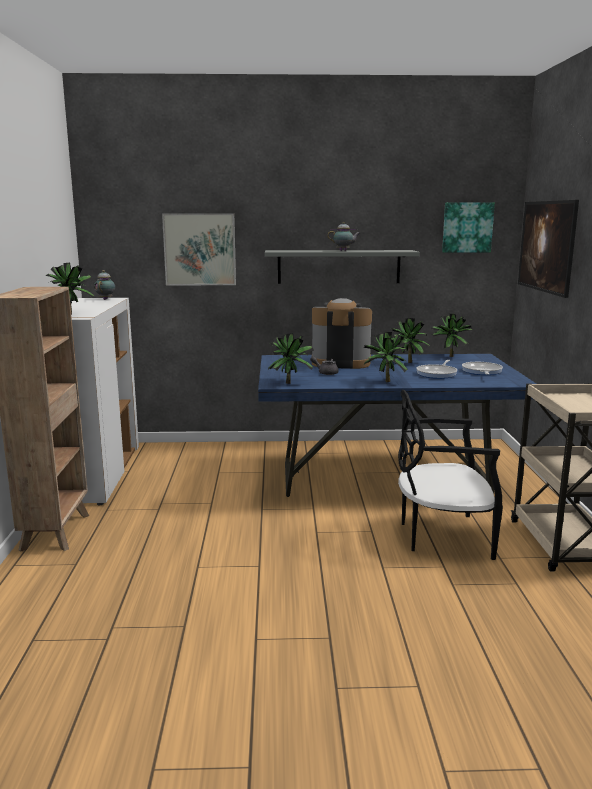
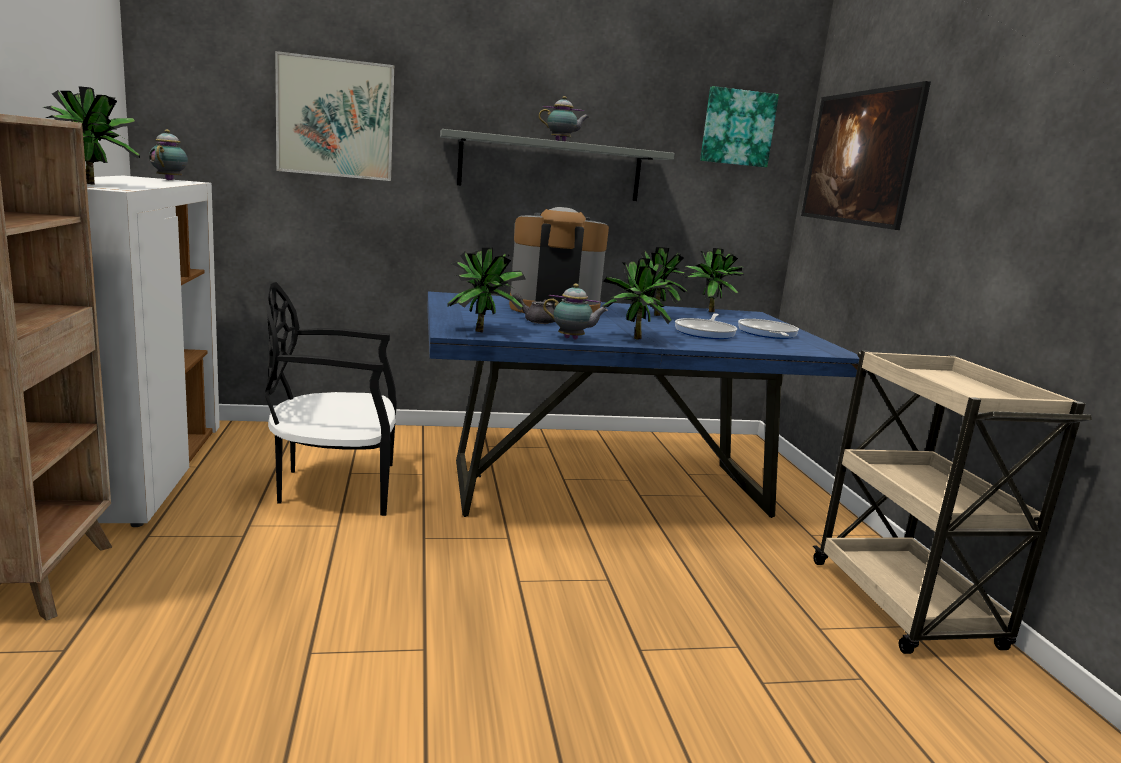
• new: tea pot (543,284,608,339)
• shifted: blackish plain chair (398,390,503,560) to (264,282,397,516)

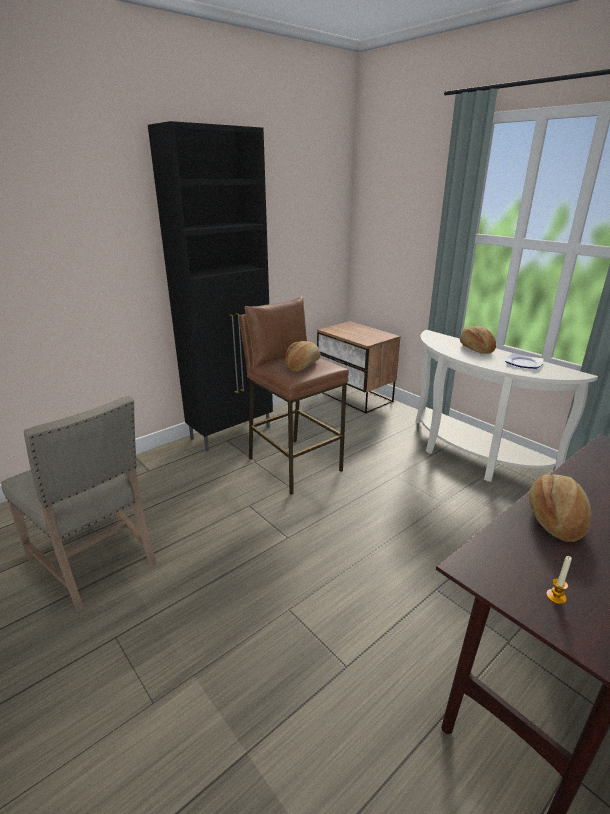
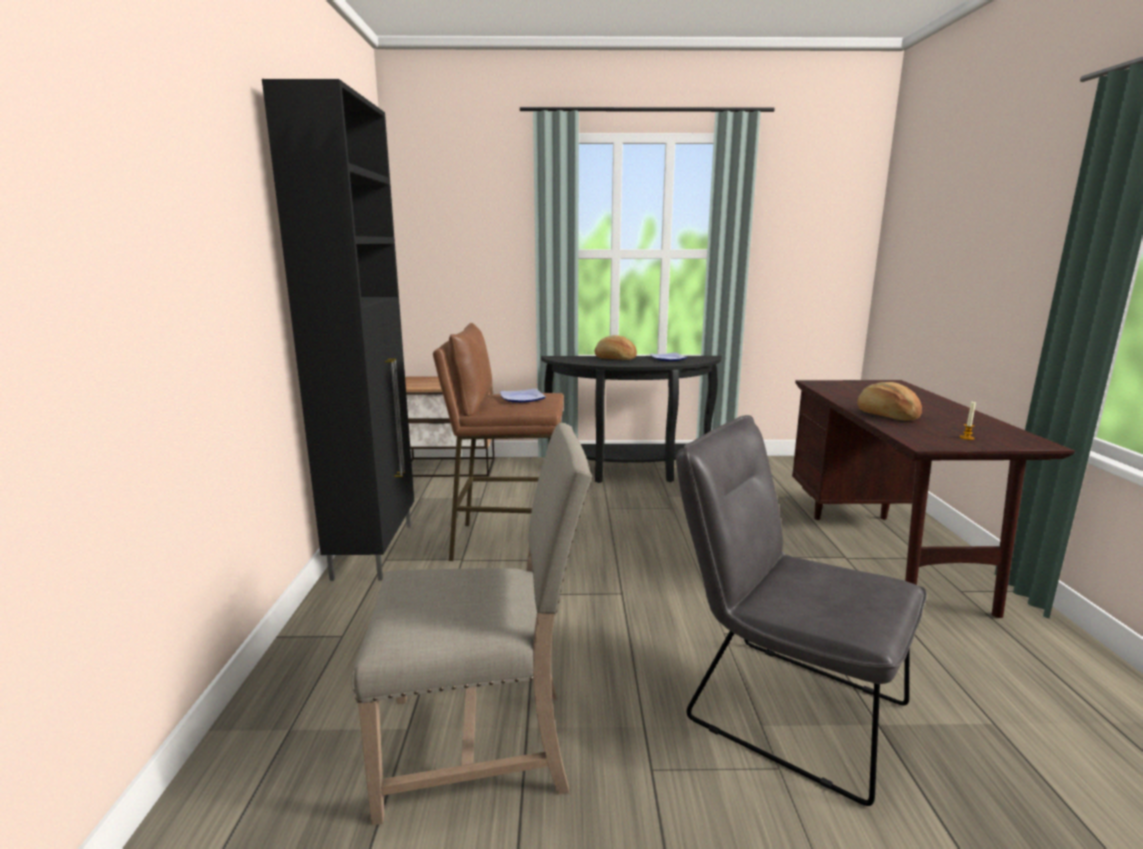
• new: greyish plain chair (676,415,927,806)
• swapped: bakery bread (286,341,320,371) to flat dish (500,389,546,403)
• repainted: whitish console table (415,330,598,482) to blackish console table (541,356,722,483)

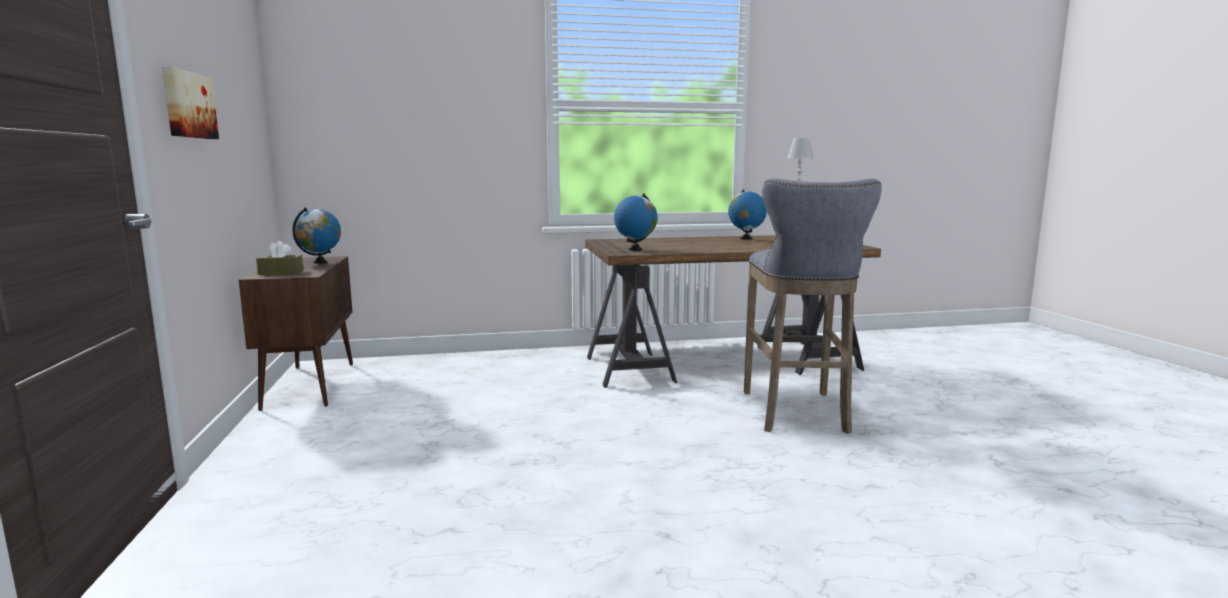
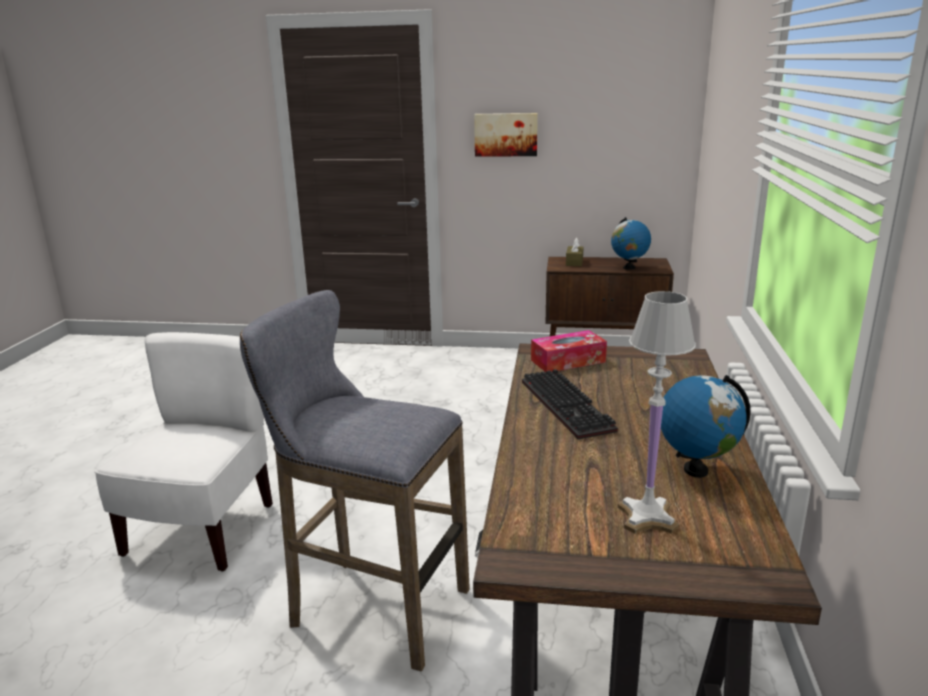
• new: whitish plain chair (94,332,273,571)
• new: PC keyboard (522,369,618,439)
• swapped: world globe (614,193,658,251) to tissue holder (531,330,607,372)

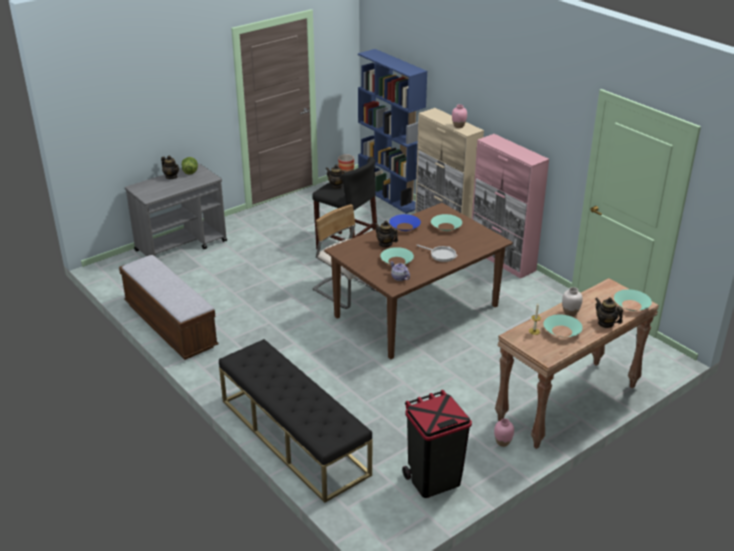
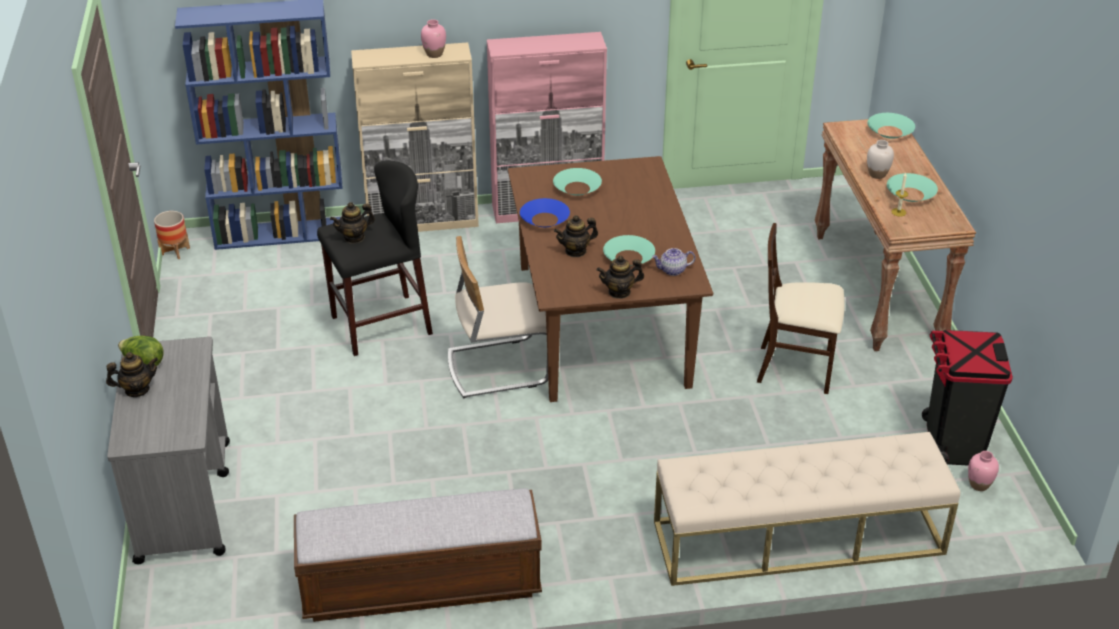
• gone: frying pan (416,245,458,262)
• new: beige-coloured plain chair (757,223,845,394)
• shifted: pinkish vase (494,418,514,447) to (968,451,999,491)
• shifted: tea pot (596,297,623,328) to (597,256,644,299)
• repainted: blackish bench (219,339,372,503) to beige-coloured bench (654,432,960,586)

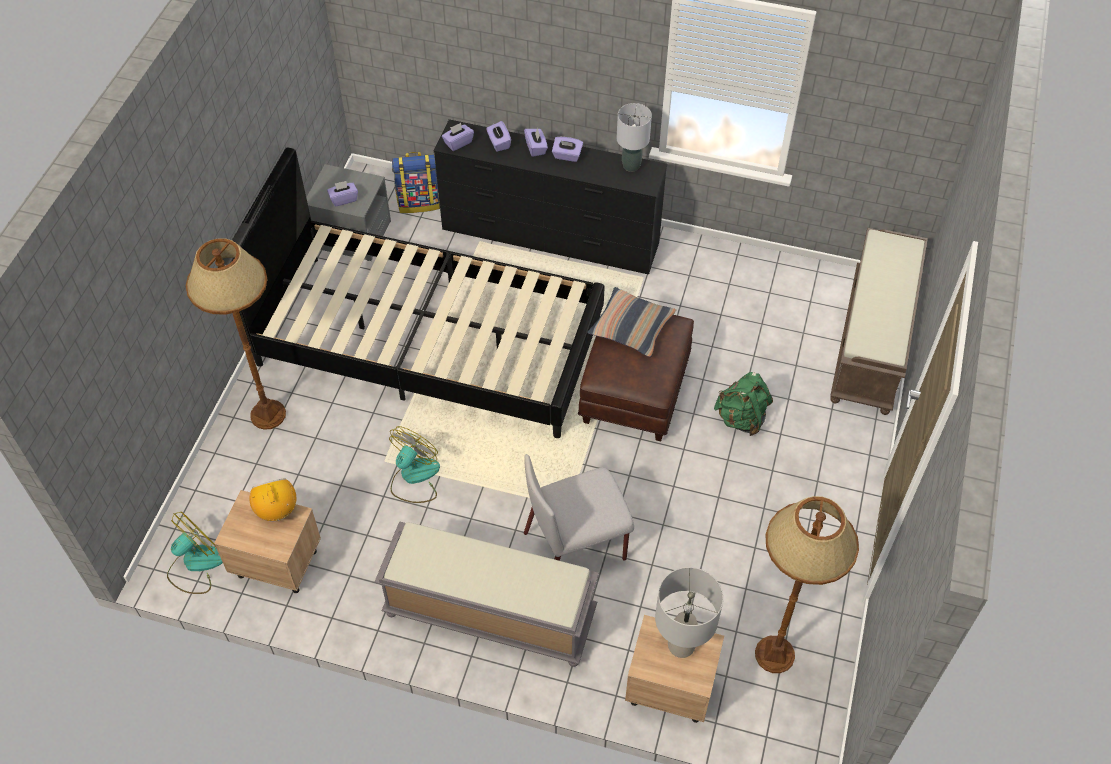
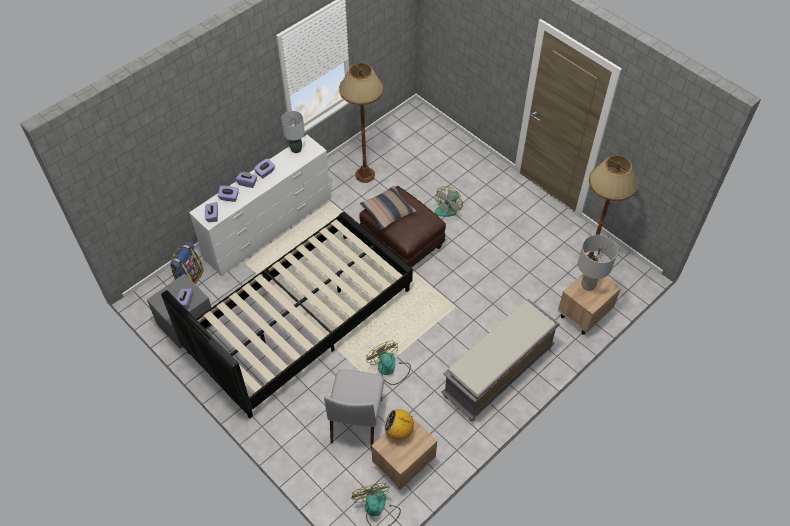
• gone: brown-coloured bench (830,228,928,415)
• shifted: brown-coloured standing lamp (186,238,286,430) to (339,63,384,183)
• shifted: greyish plain chair (524,454,634,561) to (324,370,384,449)
• swapped: greenish knapsack (714,372,773,436) to fan (435,186,463,217)
• repainted: blackish dresser (434,119,667,275) to whitish dresser (189,135,331,276)

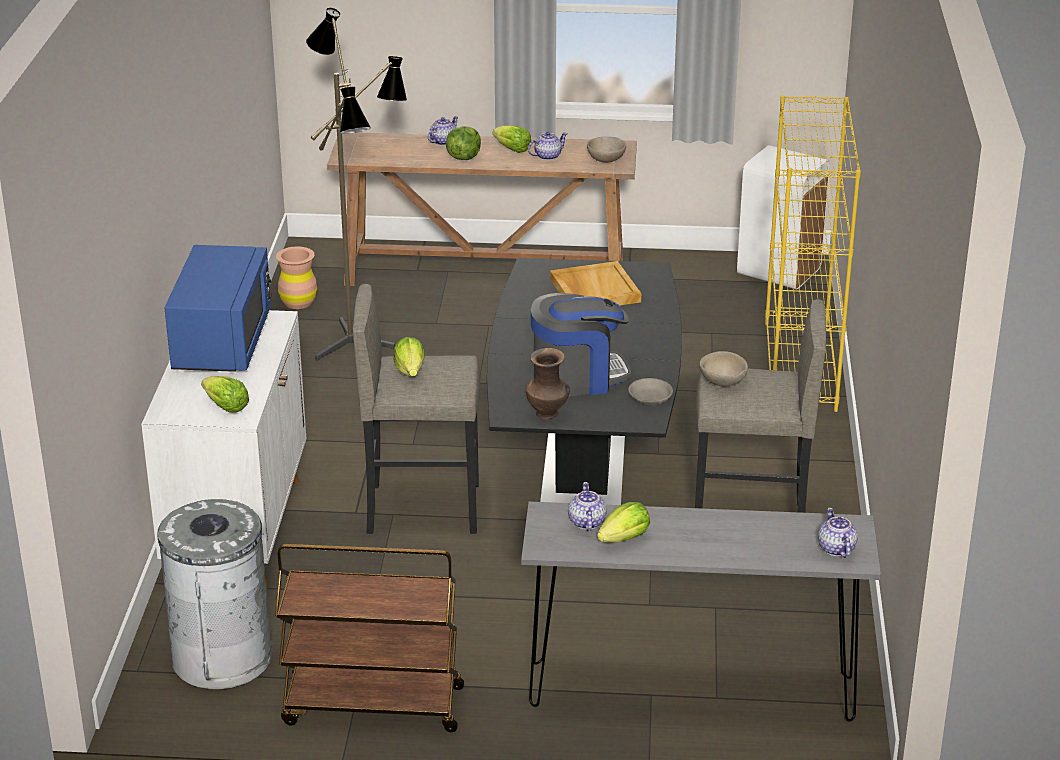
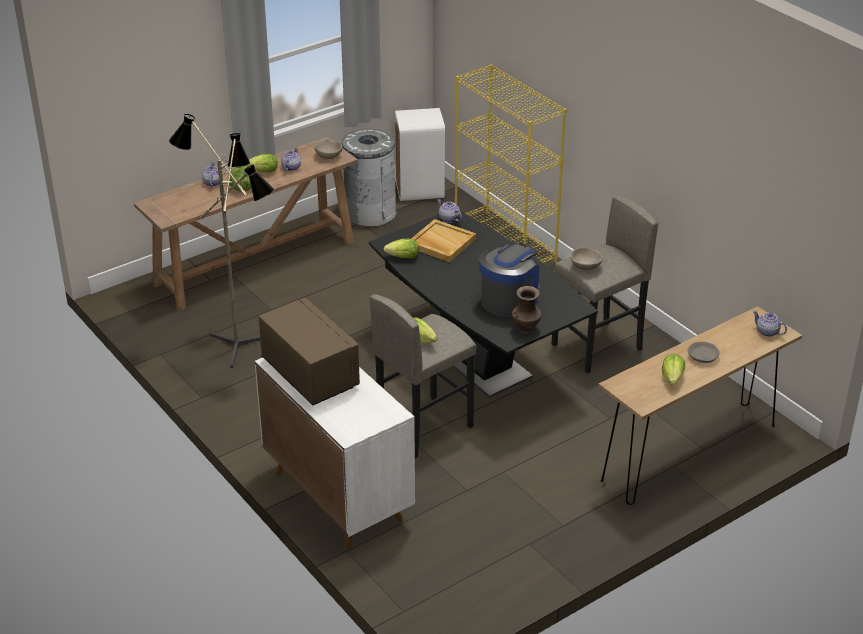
• gone: brown-coloured trolley (275,544,464,732)
• gone: brown-coloured vase (276,247,317,309)
• shifted: greyish waste bin (157,499,272,690) to (342,129,397,227)
• shifted: lettuce head (201,376,249,413) to (384,239,418,259)
• shifted: tea pot (568,482,607,531) to (437,199,462,223)
• shifted: greyish deep dish (628,378,673,406) to (688,342,720,363)
• repainted: blue-coloured kitchen microwave (164,245,271,372) to brown-coloured kitchen microwave (259,297,360,405)
• repainted: greyish console table (521,502,881,722) to brown-coloured console table (598,306,802,505)

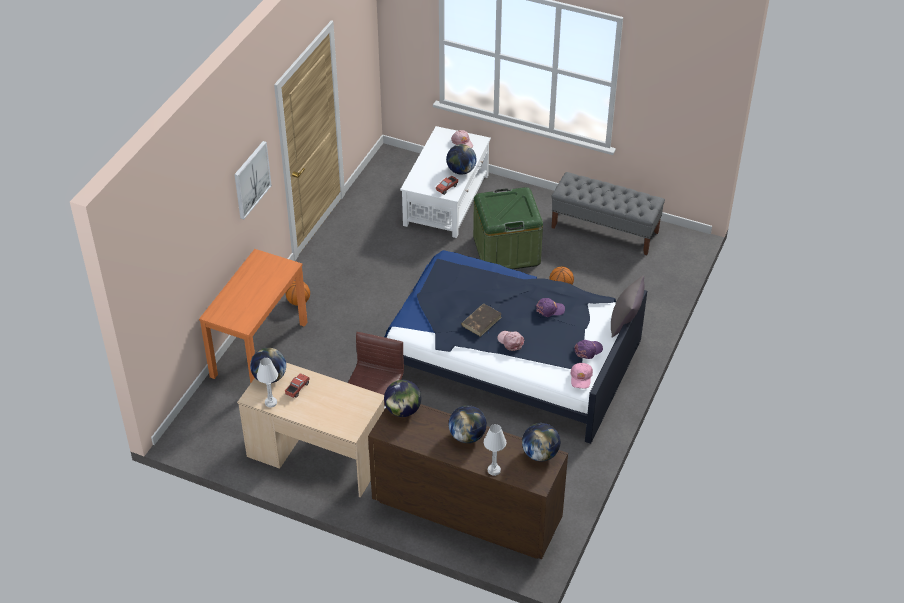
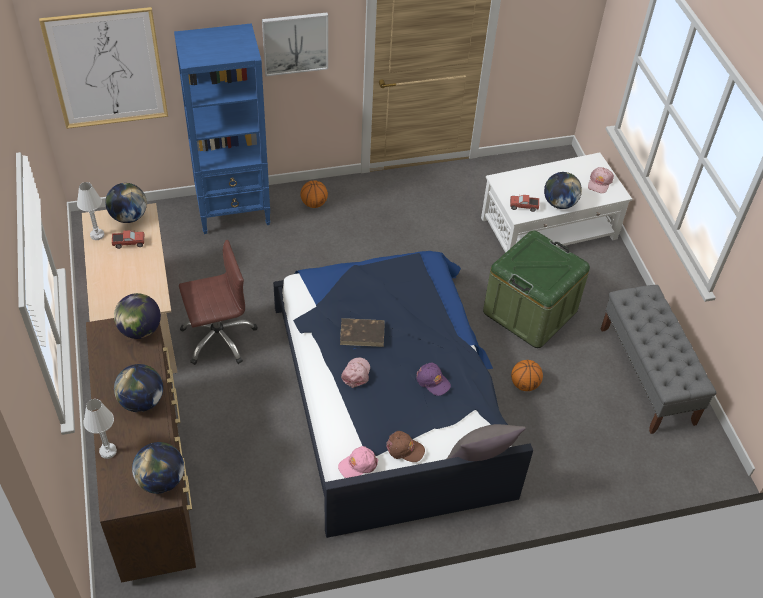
• new: picture (39,7,168,129)
• swapped: orange console table (199,249,308,383) to blue-coloured bookshelf (174,23,270,234)
• repainted: purple-coloured peaked cap (574,340,603,359) to brown-coloured peaked cap (386,431,425,462)

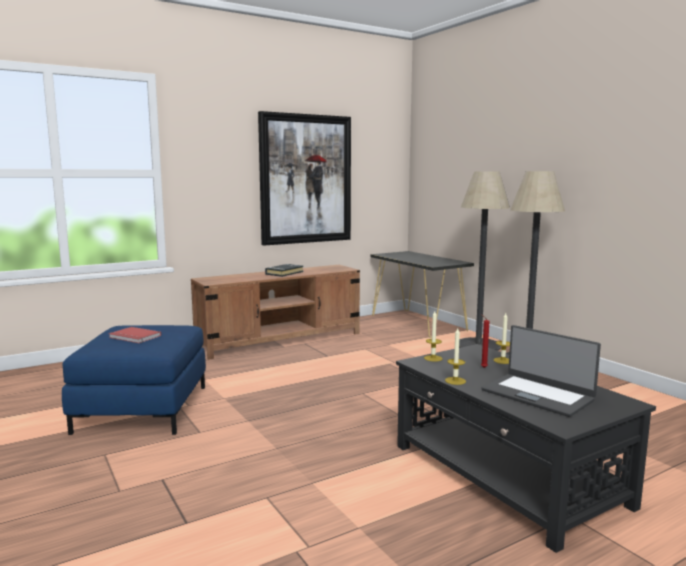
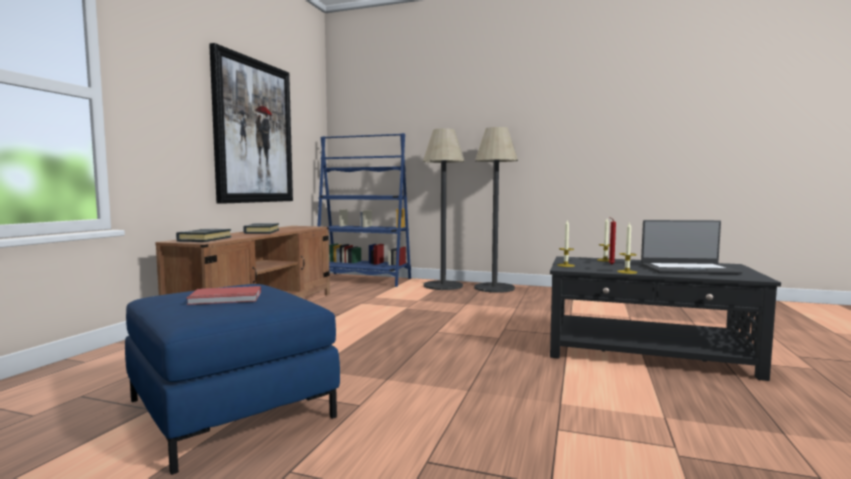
• new: blackish bound book (176,229,232,242)
• swapped: blackish console table (370,251,474,338) to blue-coloured bookshelf (317,133,411,287)

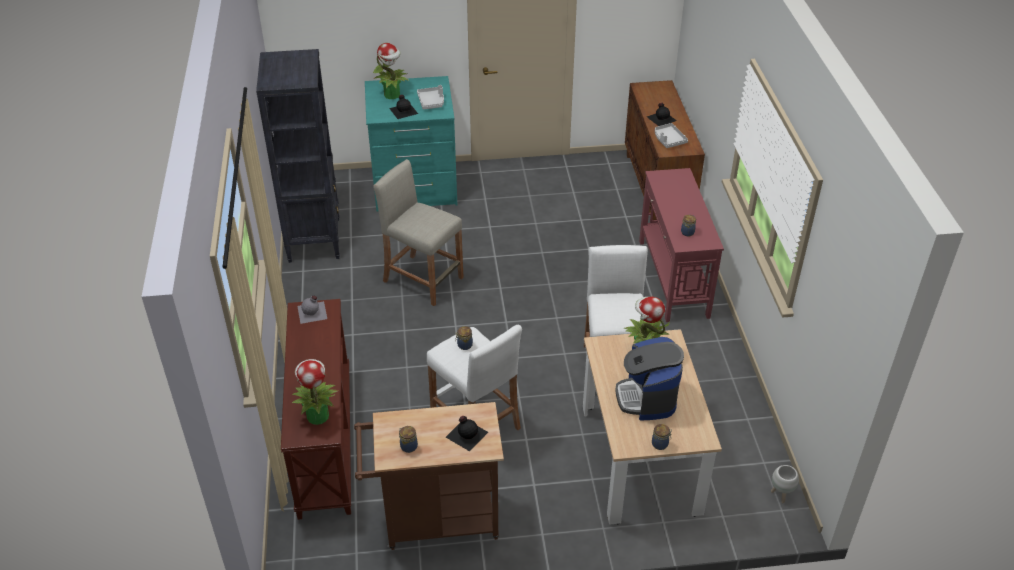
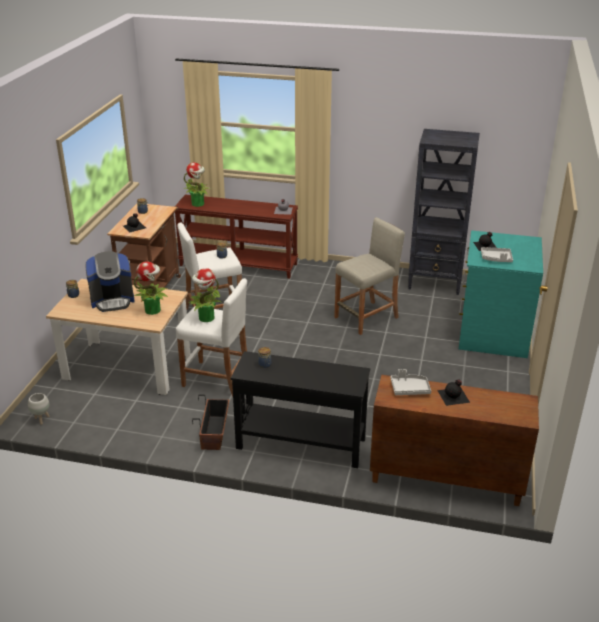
• new: flower pot (192,395,229,450)
• shifted: houseplant (373,43,409,99) to (188,268,221,322)
• repainted: red-coloured console table (639,168,724,322) to blackish console table (231,351,370,468)
• rotated: coffee machine (615,337,684,420) = (86,251,135,312) 150 degrees clockwise

